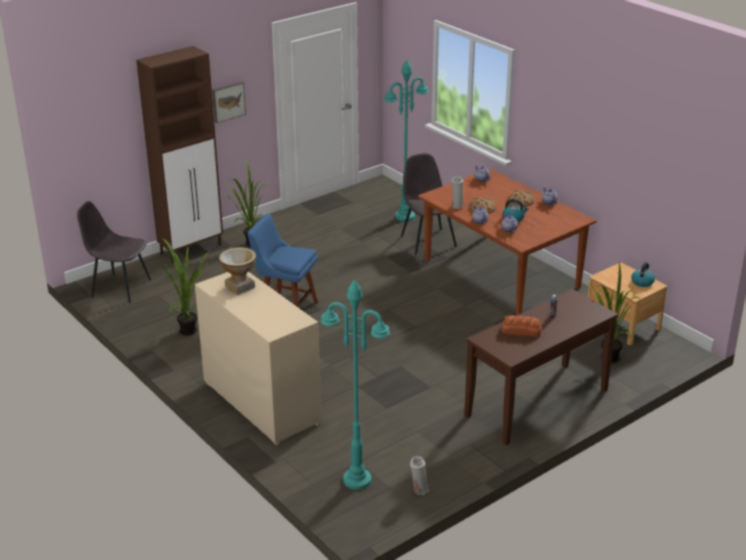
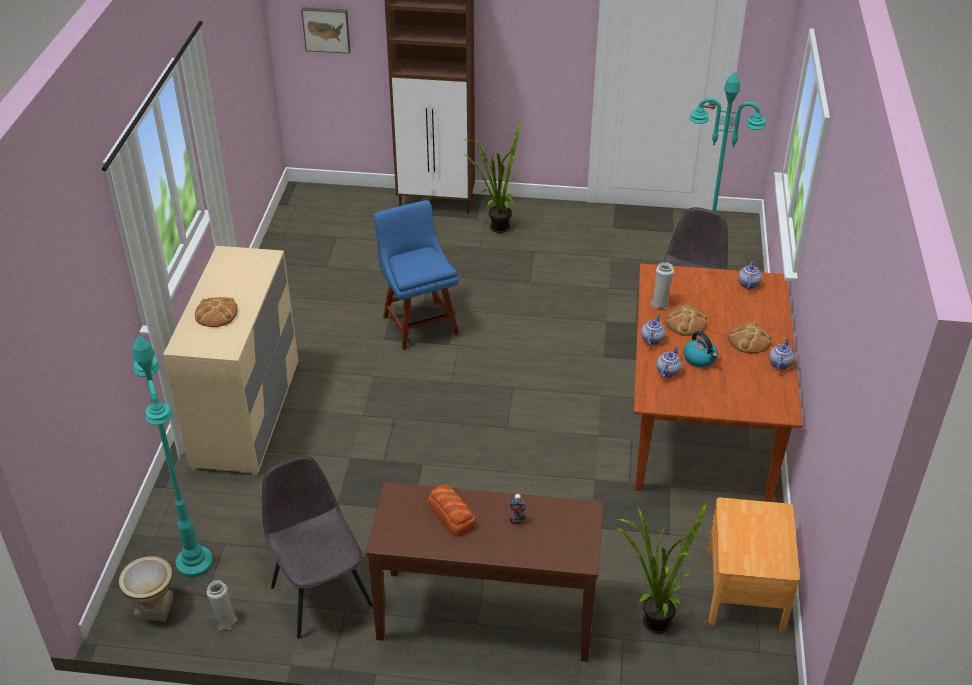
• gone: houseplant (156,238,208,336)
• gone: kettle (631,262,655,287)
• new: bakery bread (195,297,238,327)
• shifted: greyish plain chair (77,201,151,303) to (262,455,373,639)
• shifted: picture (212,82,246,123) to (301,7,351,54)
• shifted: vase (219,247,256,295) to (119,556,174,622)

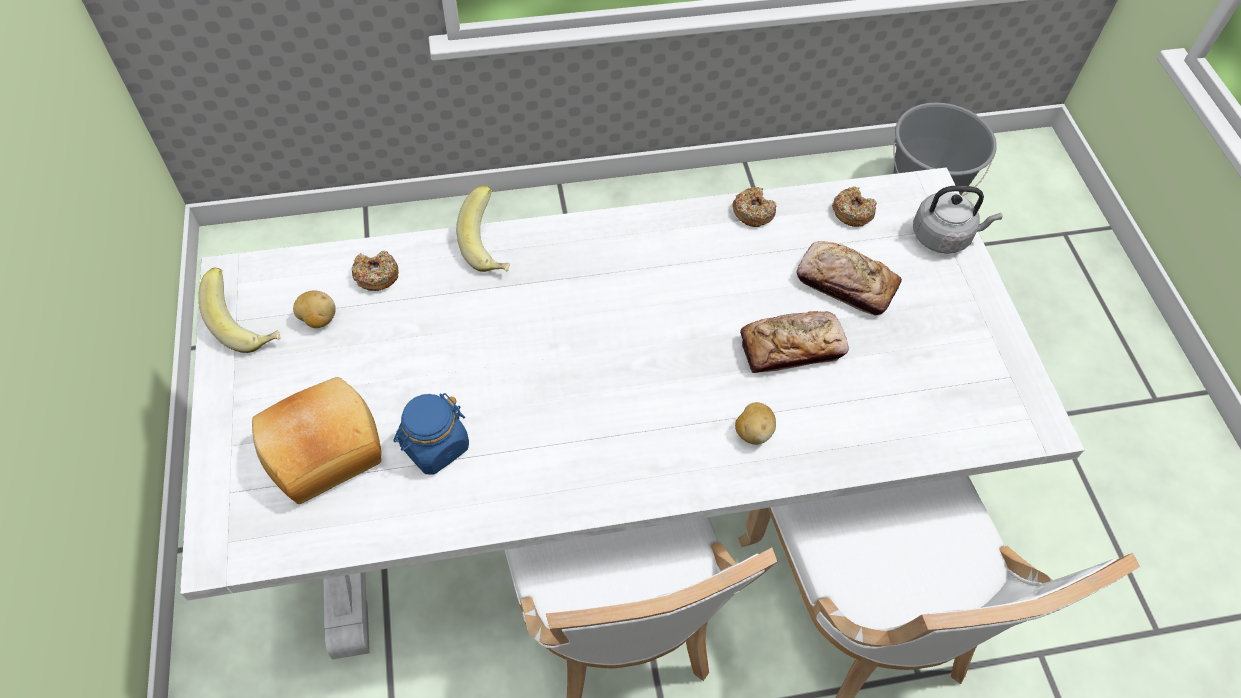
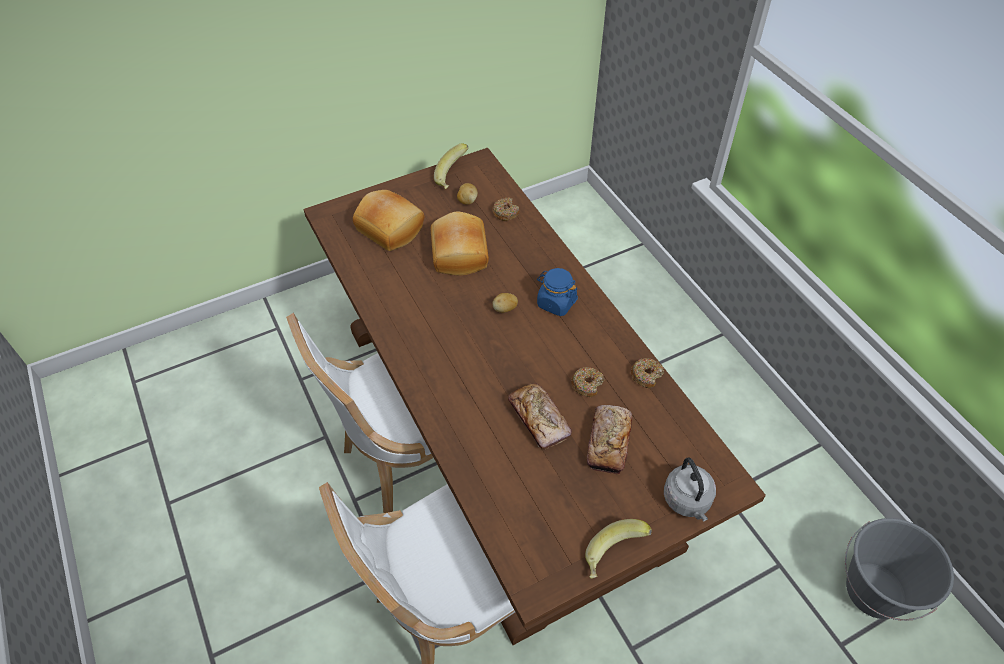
• new: bakery bread (431,212,489,275)
• shifted: blue-coloured preserve jar (393,393,469,475) to (537,268,578,316)
• shifted: banana fruit (456,185,509,272) to (585,519,652,579)
• shifted: spud (735,402,776,445) to (492,293,518,313)
• shifted: ring doughnut (832,187,877,227) to (571,367,604,397)
• repainted: whitish kitchen table (180,167,1085,660) to brown-coloured kitchen table (303,148,766,645)

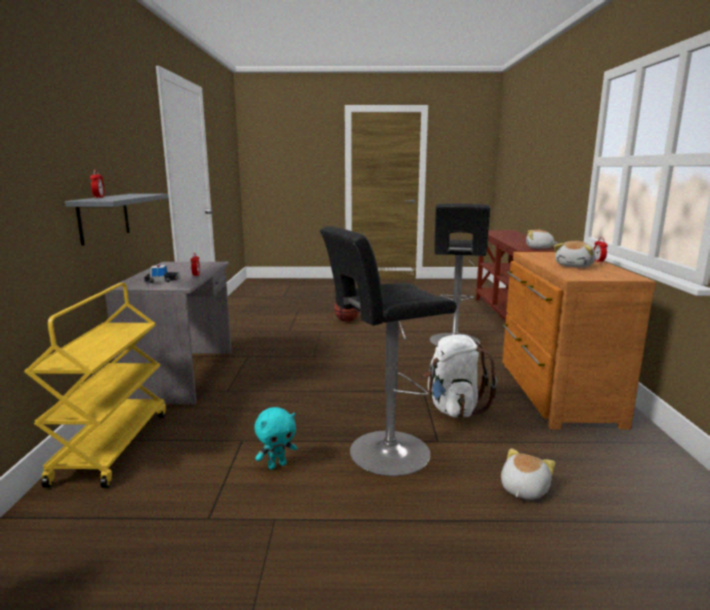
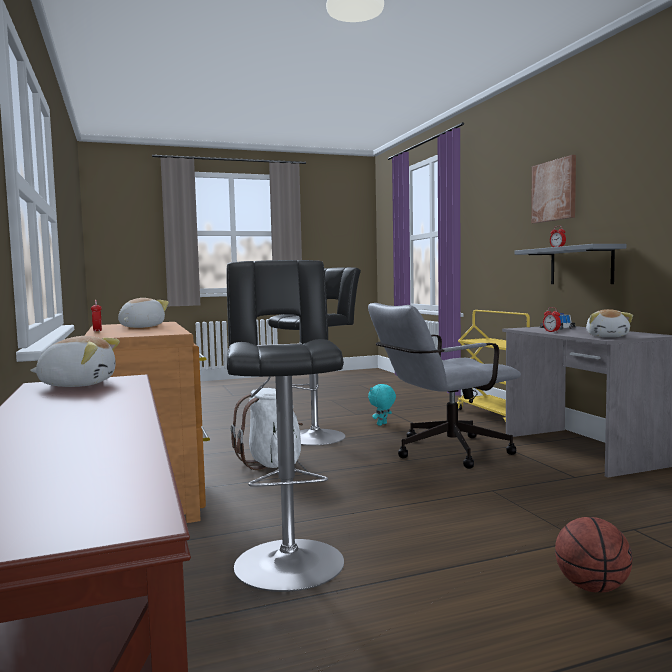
• new: greyish office chair (368,303,521,469)
• new: picture (531,155,576,223)
• shifted: soft toy (501,448,555,500) to (586,309,633,337)

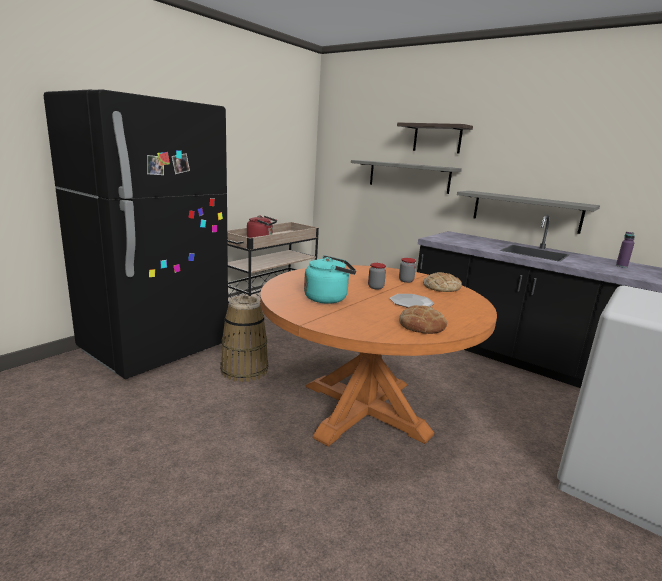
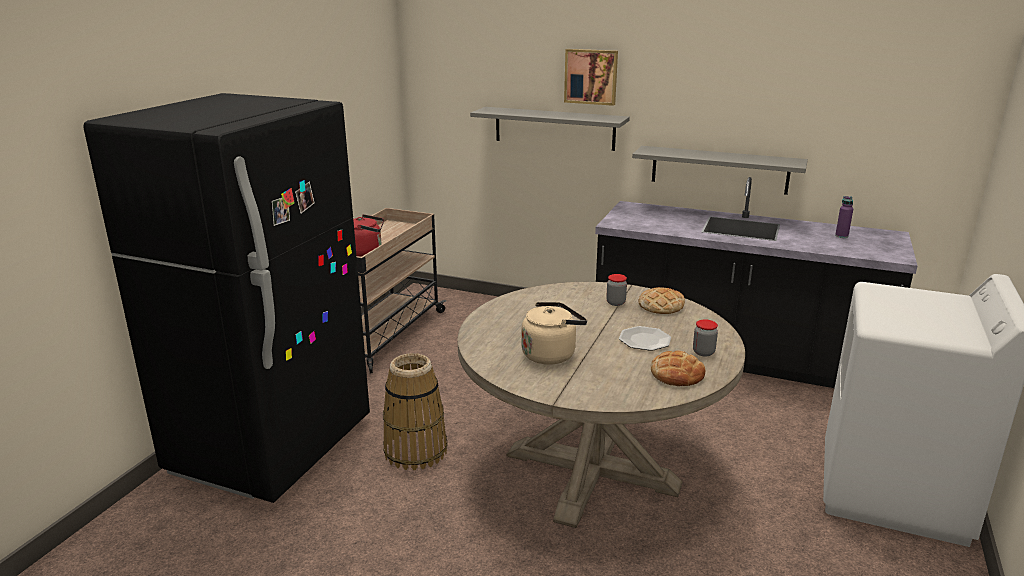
• shifted: preserve jar (368,263,386,289) to (693,319,718,356)
• swapped: bracket shelf (397,122,473,154) to picture (564,49,618,106)
• repainted: orange kitchen table (260,265,497,447) to beige-coloured kitchen table (458,282,745,528)
• repainted: blue-green kettle (304,255,356,304) to beige-coloured kettle (521,302,587,365)

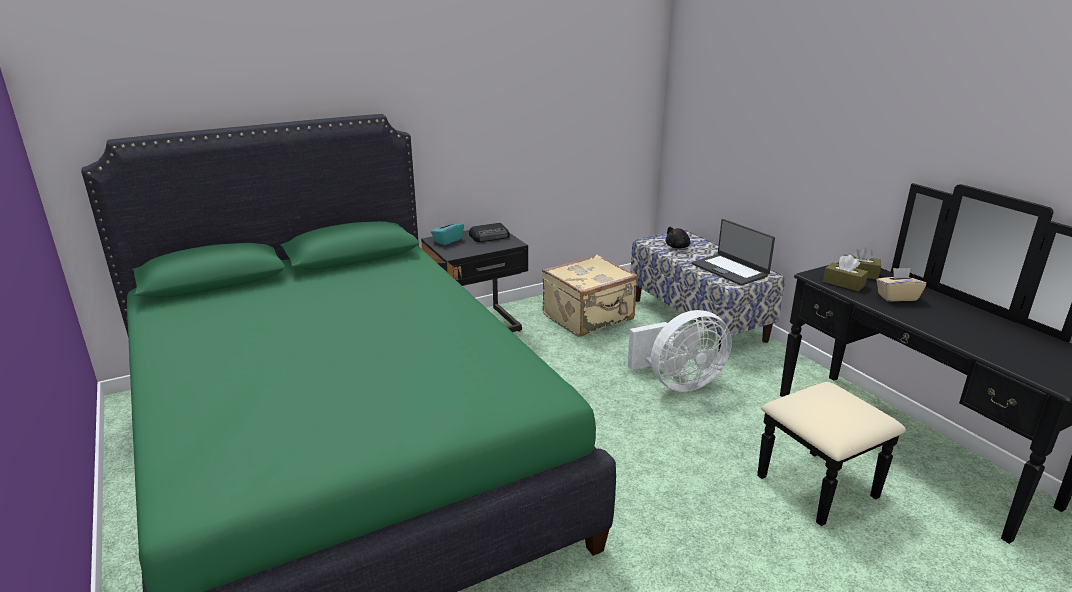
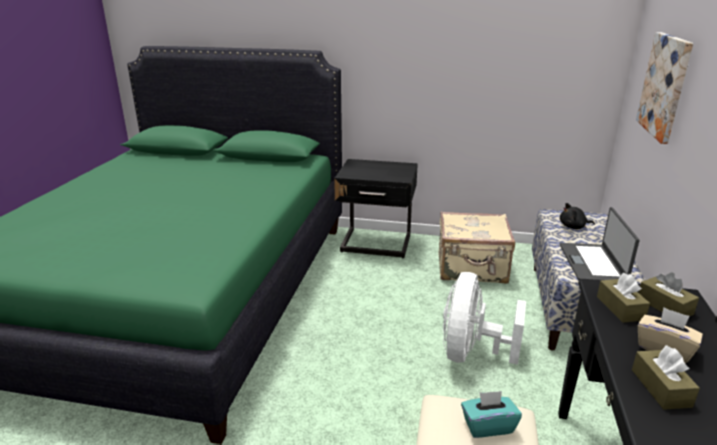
• gone: radio (469,223,510,242)
• new: brown-coloured tissue holder (632,345,700,410)
• new: picture (636,32,693,144)
• shifted: blue-green tissue holder (431,217,464,245) to (461,391,522,438)
• rotated: whitish fan (627,310,732,392) = (443,272,526,365) 90 degrees clockwise

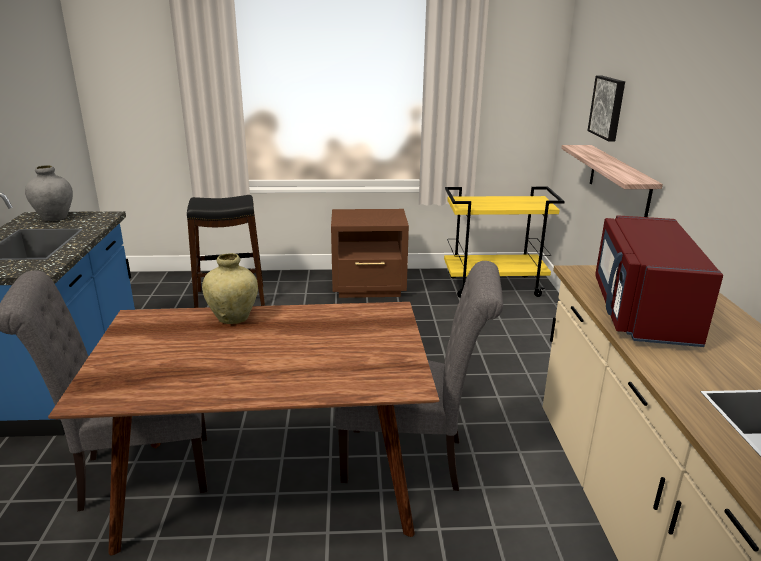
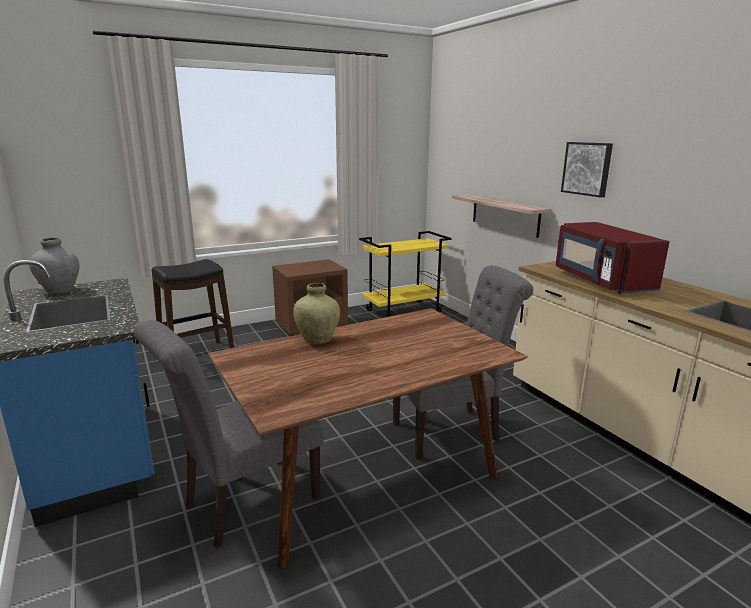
• shifted: picture (588,76,625,142) to (561,142,613,198)

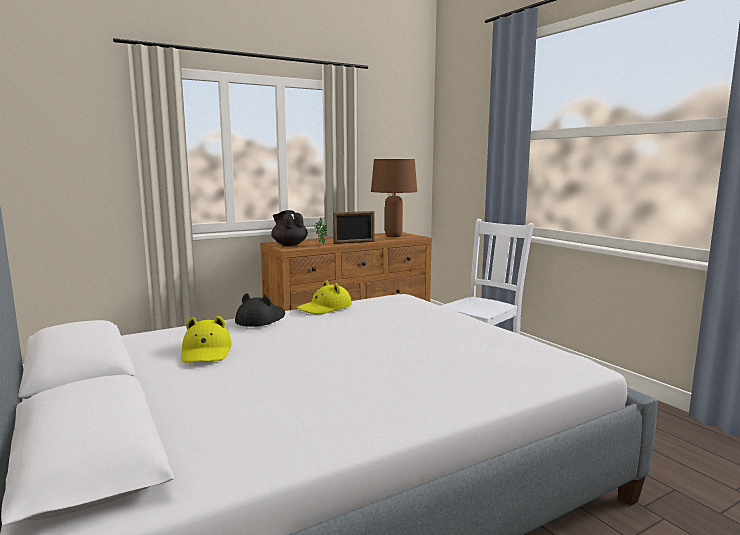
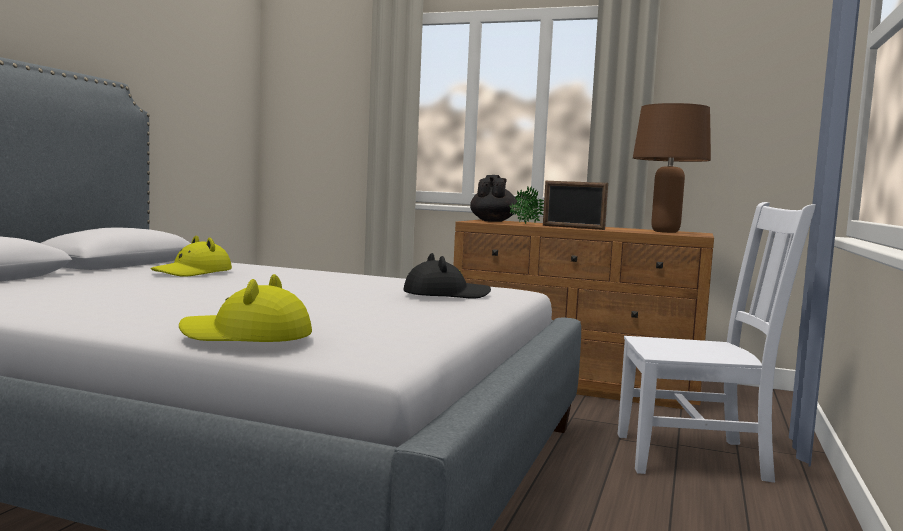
• shifted: blackish wearable hat (235,293,285,327) to (404,253,491,299)
• shifted: yellowish wearable hat (296,280,352,314) to (179,274,312,342)

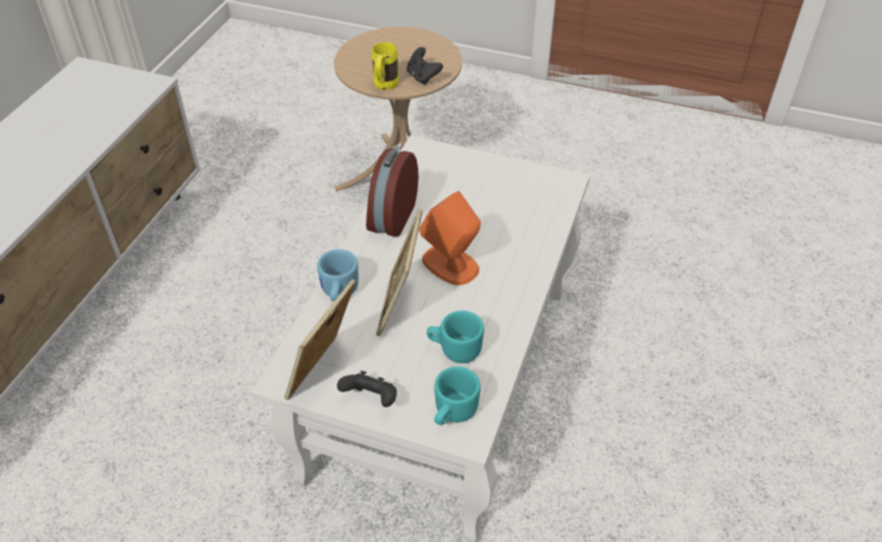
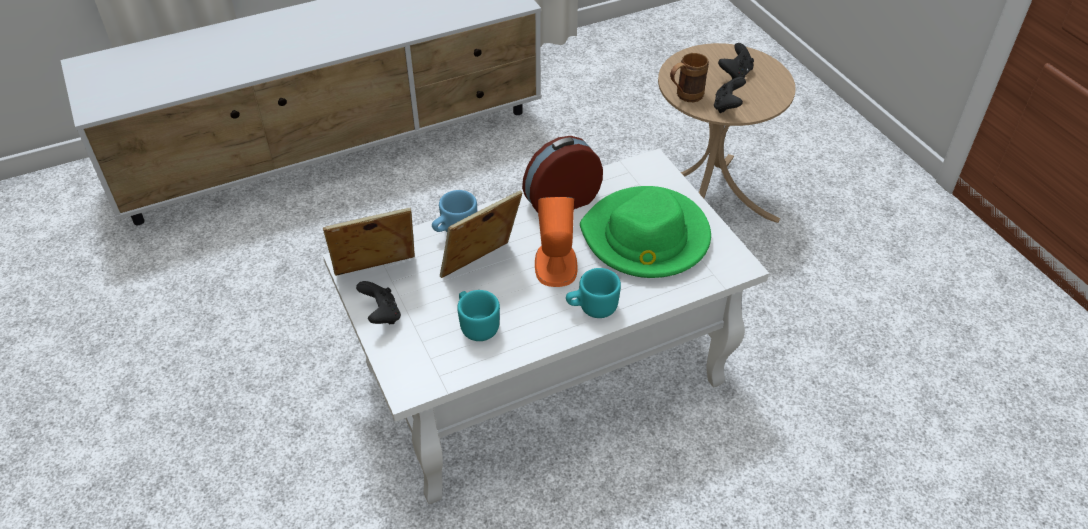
• new: greenish wearable hat (580,186,711,278)
• new: blackish game controller (718,43,754,79)
• shifted: blue-green coffee mug (434,366,481,425) to (566,268,621,318)
• repainted: yellowish coffee mug (372,42,399,90) to brown-coloured coffee mug (670,53,709,102)

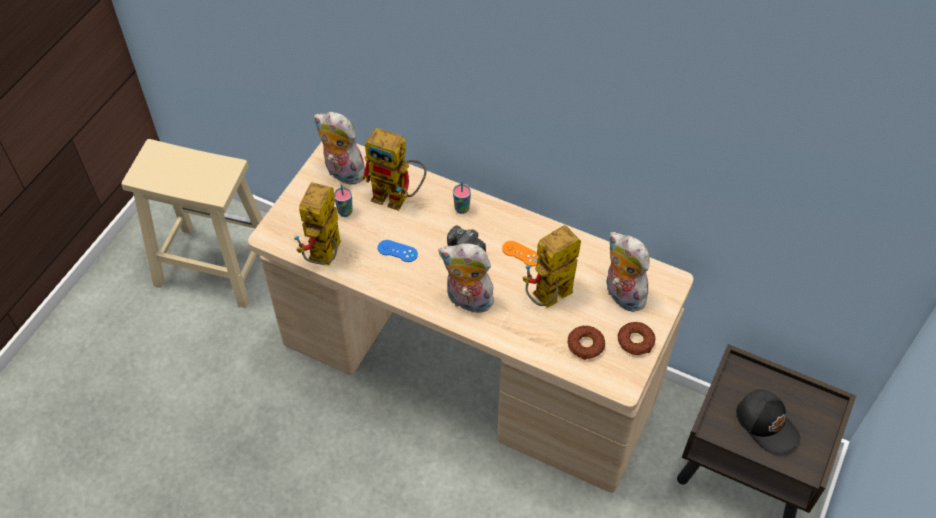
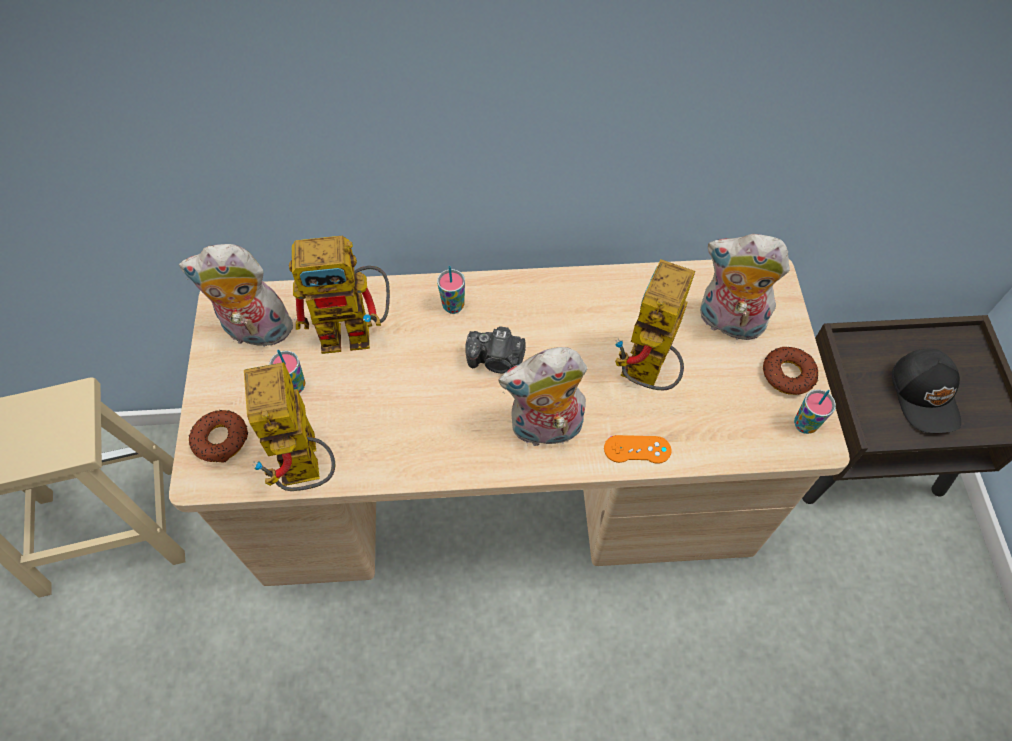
• gone: blue-coloured game controller (378,240,418,262)
• new: cup (794,390,836,434)
• shifted: orange game controller (502,241,538,266) to (604,435,671,464)
• shifted: ring doughnut (568,326,606,360) to (189,410,248,463)
• rotated: blackish peaked cap (736,389,800,454) = (892,349,961,433) 60 degrees clockwise

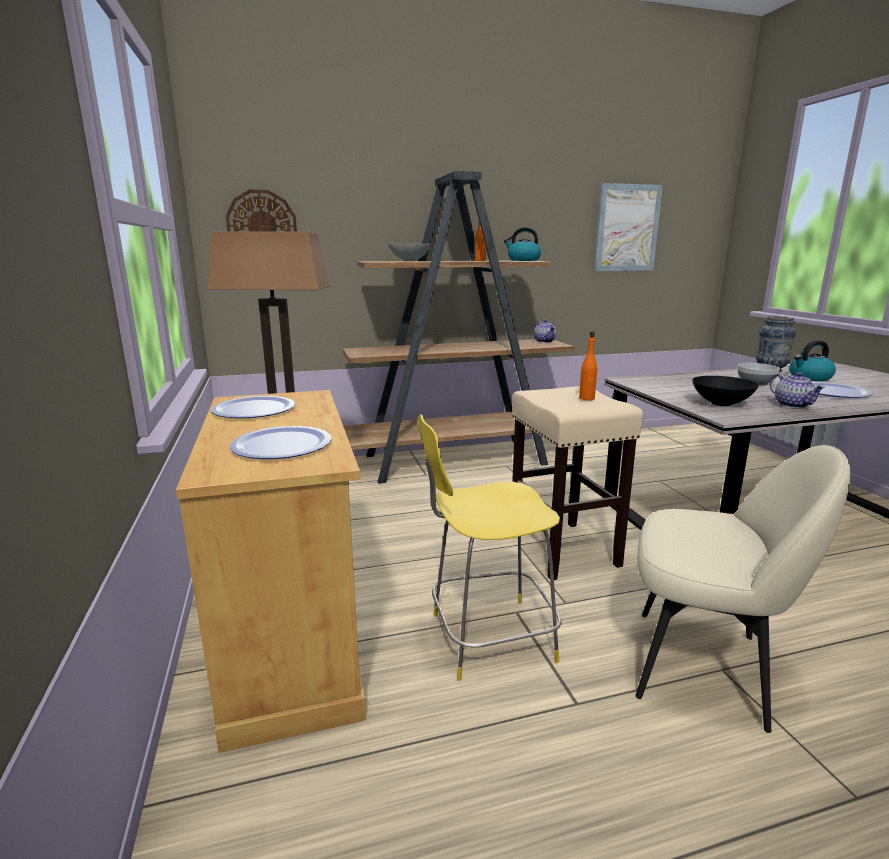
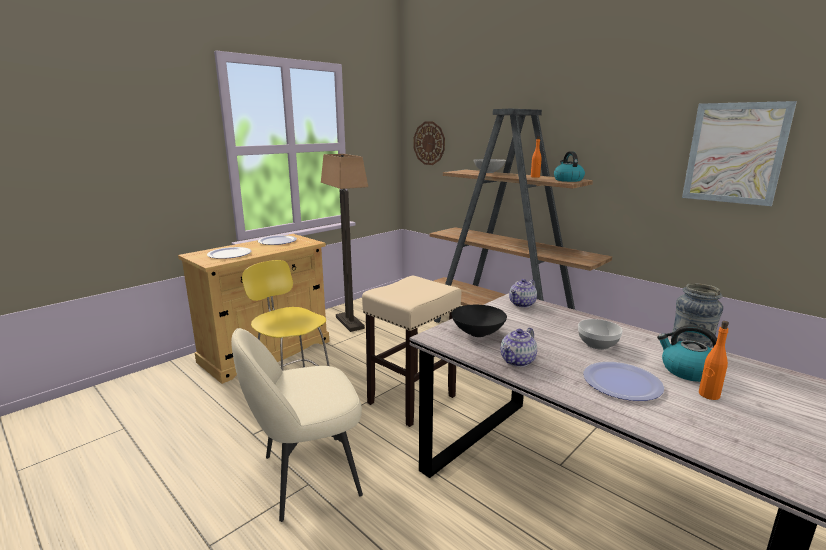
• shifted: tea pot (534,319,556,343) to (509,279,537,308)
• shifted: orange bottle (579,331,597,400) to (699,321,729,400)
• rotated: beige-coloured plain chair (636,445,851,733) = (231,328,363,522) 75 degrees clockwise

